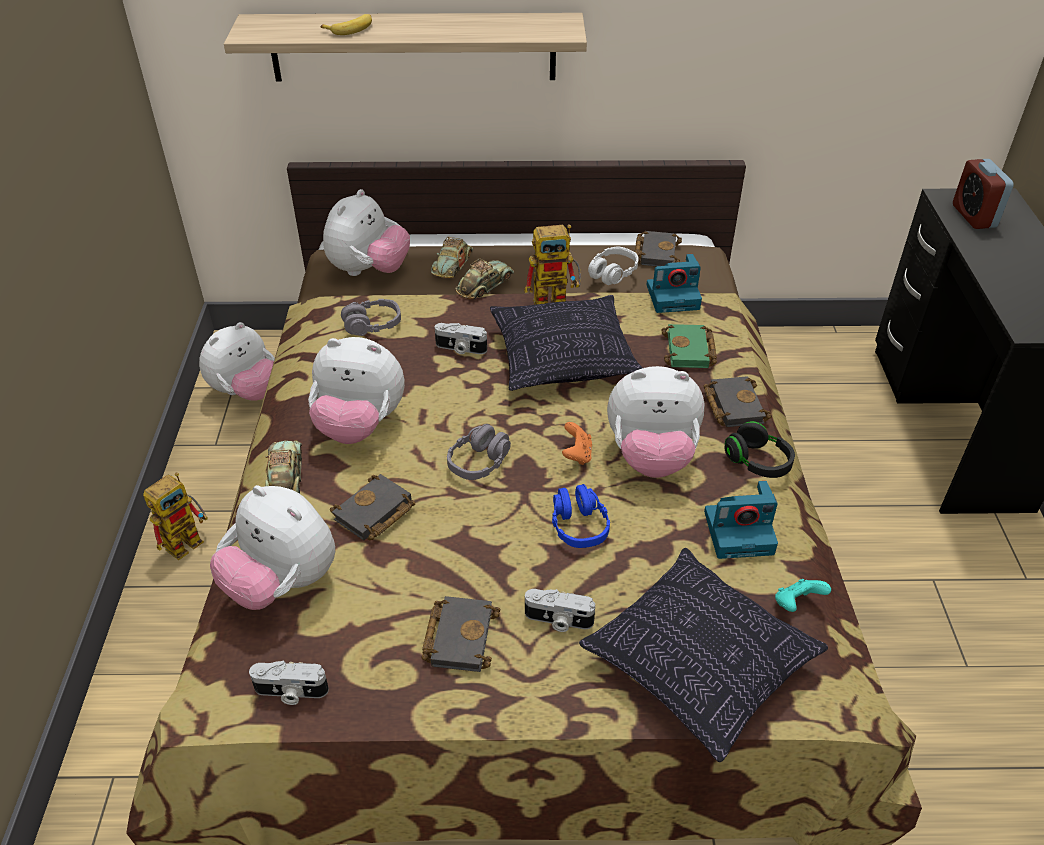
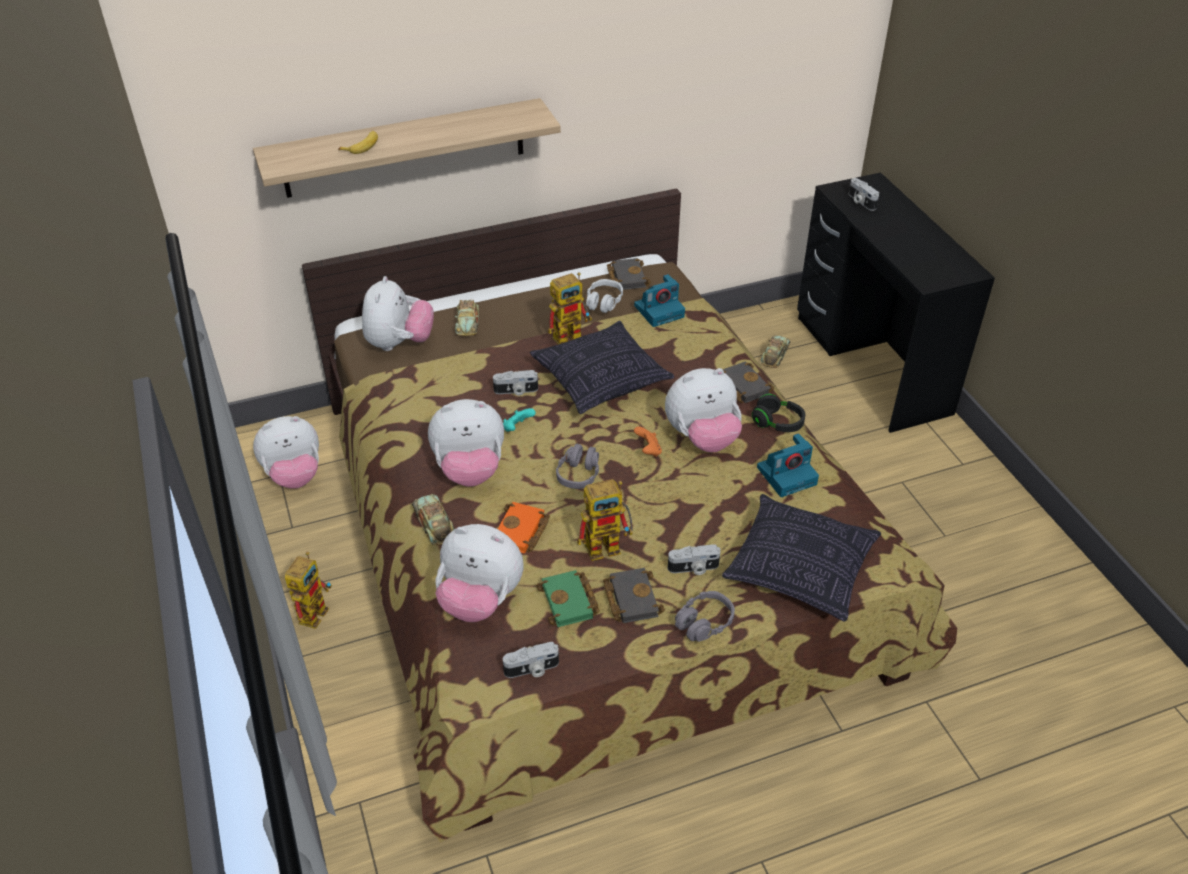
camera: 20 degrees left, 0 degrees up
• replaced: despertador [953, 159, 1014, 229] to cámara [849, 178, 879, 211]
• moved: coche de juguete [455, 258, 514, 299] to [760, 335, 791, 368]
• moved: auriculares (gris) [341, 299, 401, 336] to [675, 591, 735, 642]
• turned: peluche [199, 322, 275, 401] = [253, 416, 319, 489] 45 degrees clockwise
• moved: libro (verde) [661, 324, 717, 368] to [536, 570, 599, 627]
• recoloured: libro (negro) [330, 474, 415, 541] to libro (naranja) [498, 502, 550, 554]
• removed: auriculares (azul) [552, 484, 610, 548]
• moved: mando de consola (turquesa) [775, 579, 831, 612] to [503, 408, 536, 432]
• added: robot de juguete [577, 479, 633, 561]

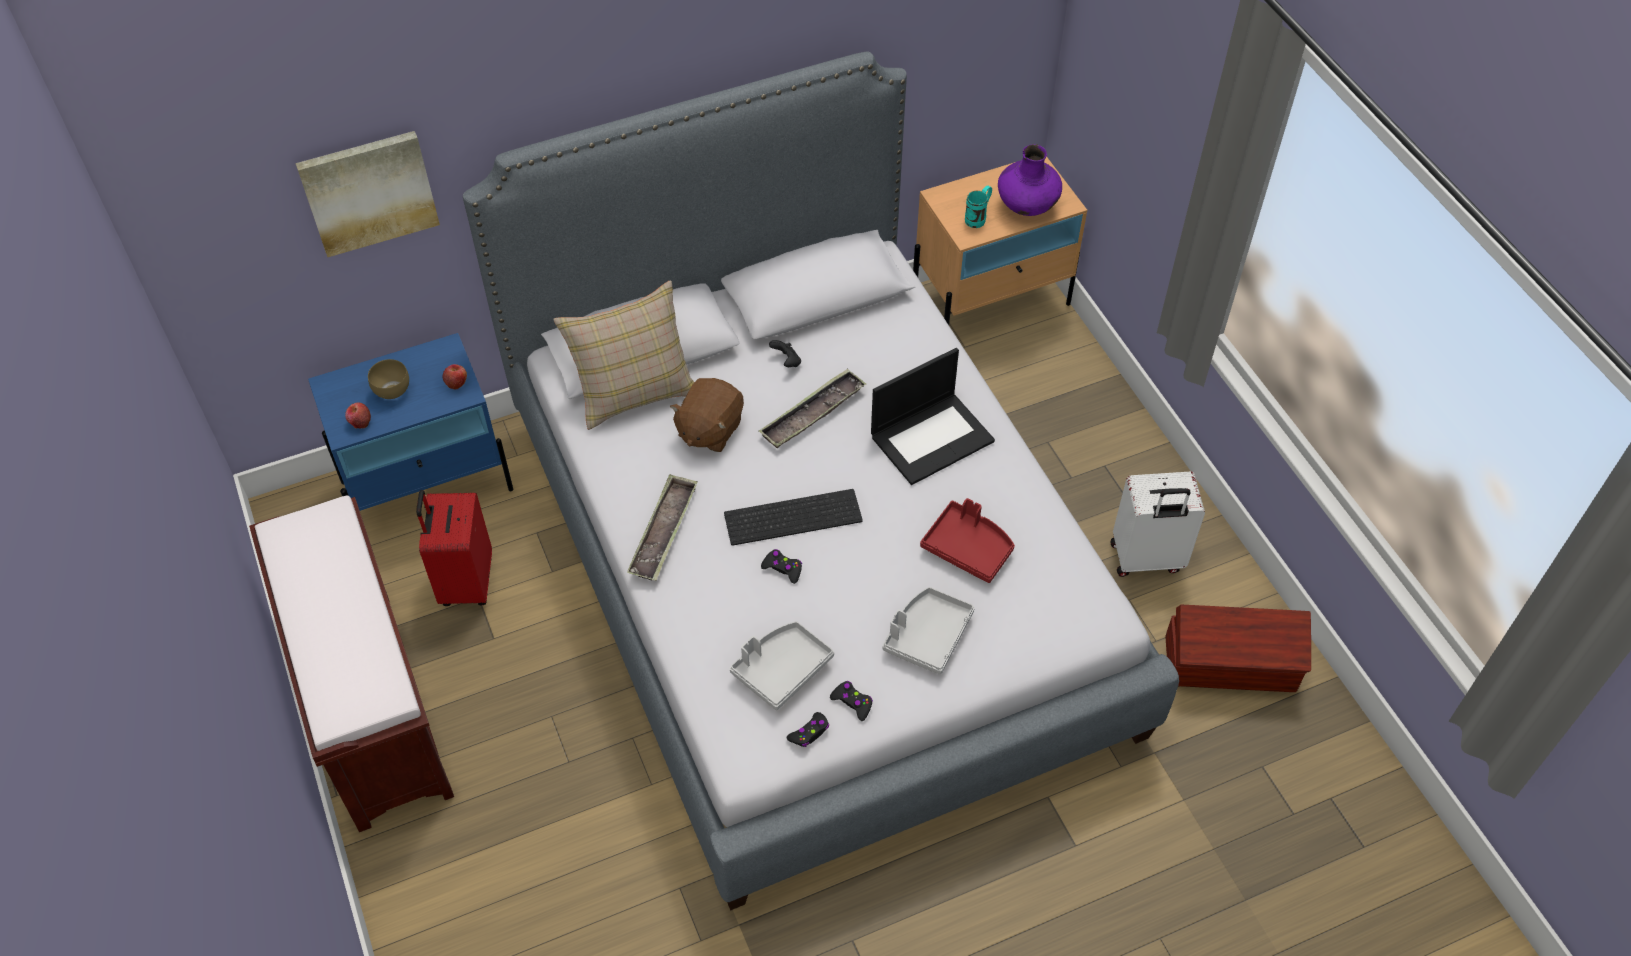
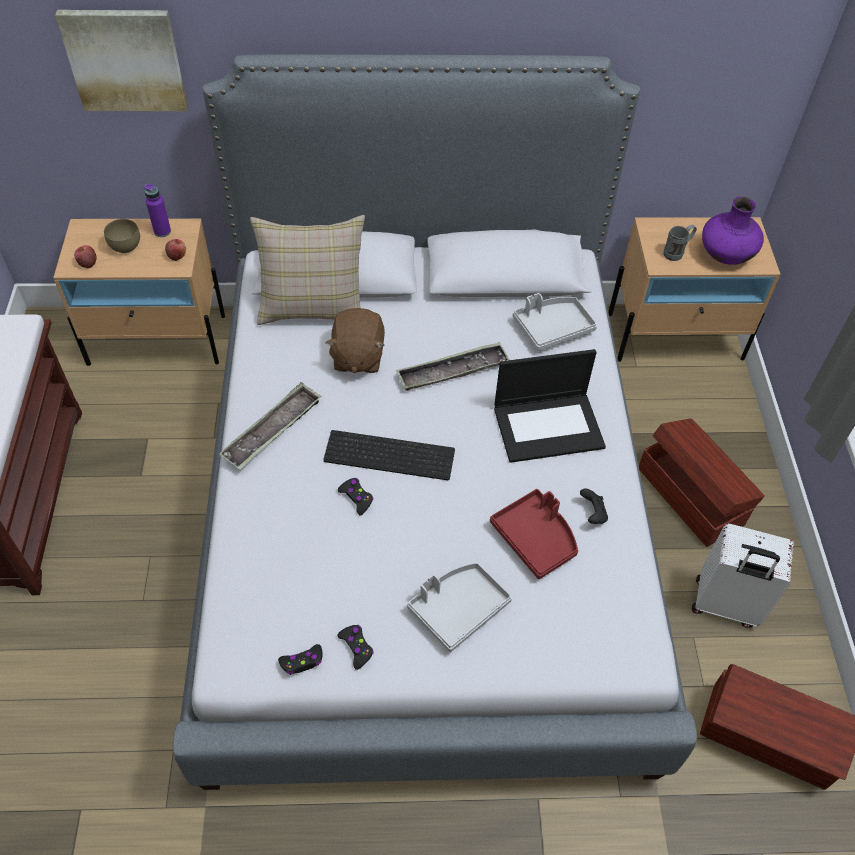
camera: 20 degrees right, 0 degrees up
• recoloured: taza grande (turquesa) [965, 186, 992, 228] to taza grande (gris) [664, 225, 697, 261]
• recoloured: mesita de noche (azul) [308, 333, 513, 511] to mesita de noche (beis) [53, 219, 225, 366]
• moved: mando de consola (negro) [769, 340, 801, 367] to [580, 488, 608, 524]
• turned: peluche (marrón) [670, 378, 744, 452] = [326, 308, 385, 373] 45 degrees counterclockwise
• removed: maleta (rojo) [416, 490, 492, 606]
• moved: bandeja (gris) [729, 621, 834, 710] to [513, 293, 597, 351]
• added: botella (morado) [144, 184, 171, 237]
• added: caja de almacenaje (marrón) [639, 418, 765, 547]

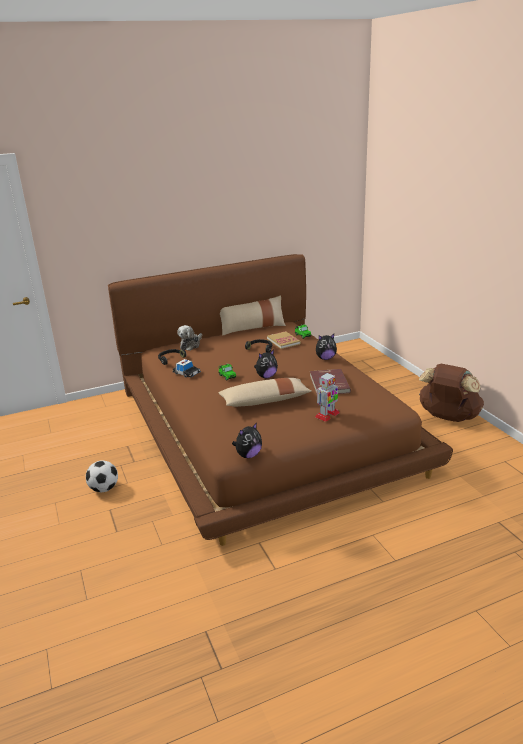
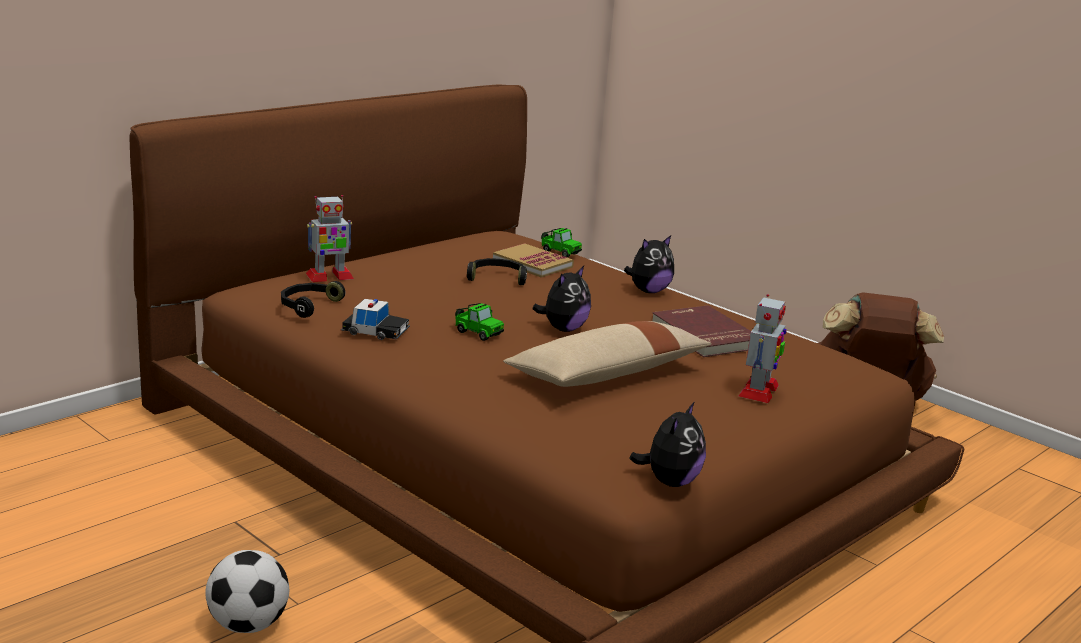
camera: 25 degrees left, 5 degrees down
• removed: cojín (beis) [220, 296, 286, 336]
• replaced: peluche [177, 325, 202, 351] to robot de juguete [306, 195, 354, 282]

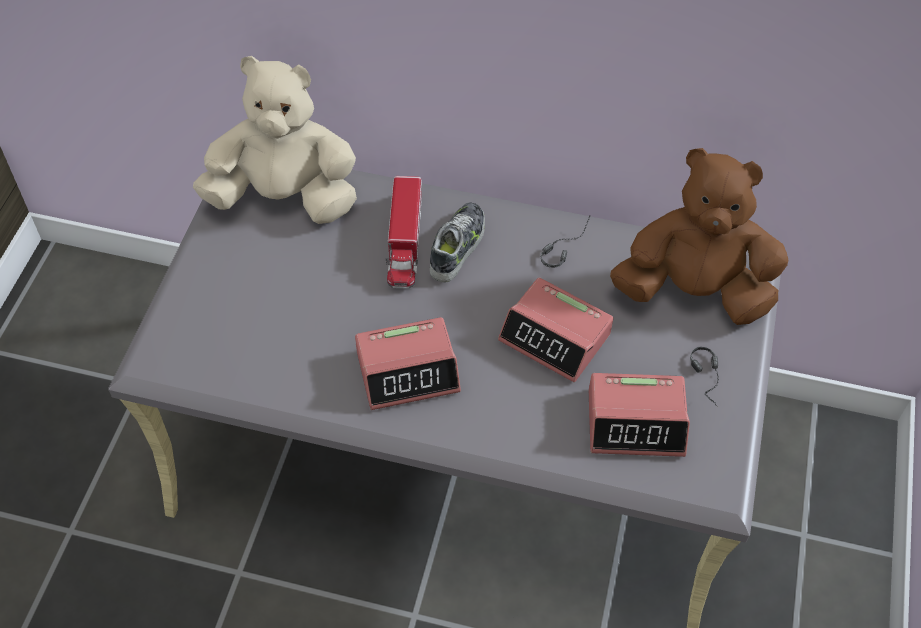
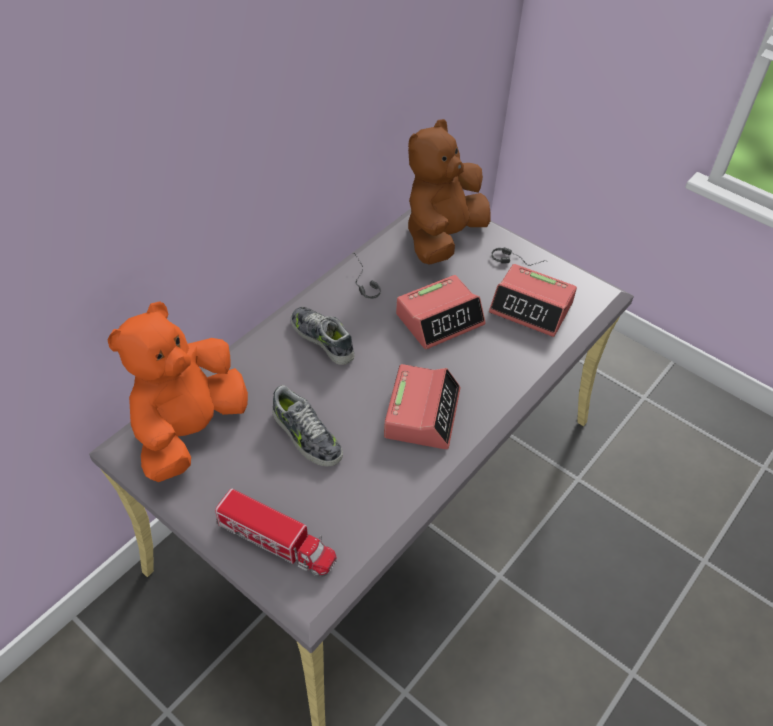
camera: 65 degrees left, 5 degrees down
• recoloured: peluche (beis) [193, 56, 357, 224] to peluche (naranja) [107, 301, 248, 482]
• moved: camión de juguete [386, 176, 422, 289] to [215, 488, 337, 577]
• turned: despertador [589, 373, 690, 457] = [489, 264, 577, 337] 90 degrees clockwise
• added: zapato [272, 385, 343, 466]

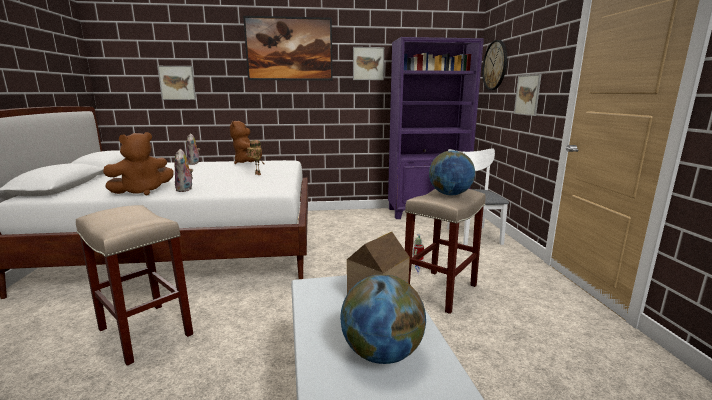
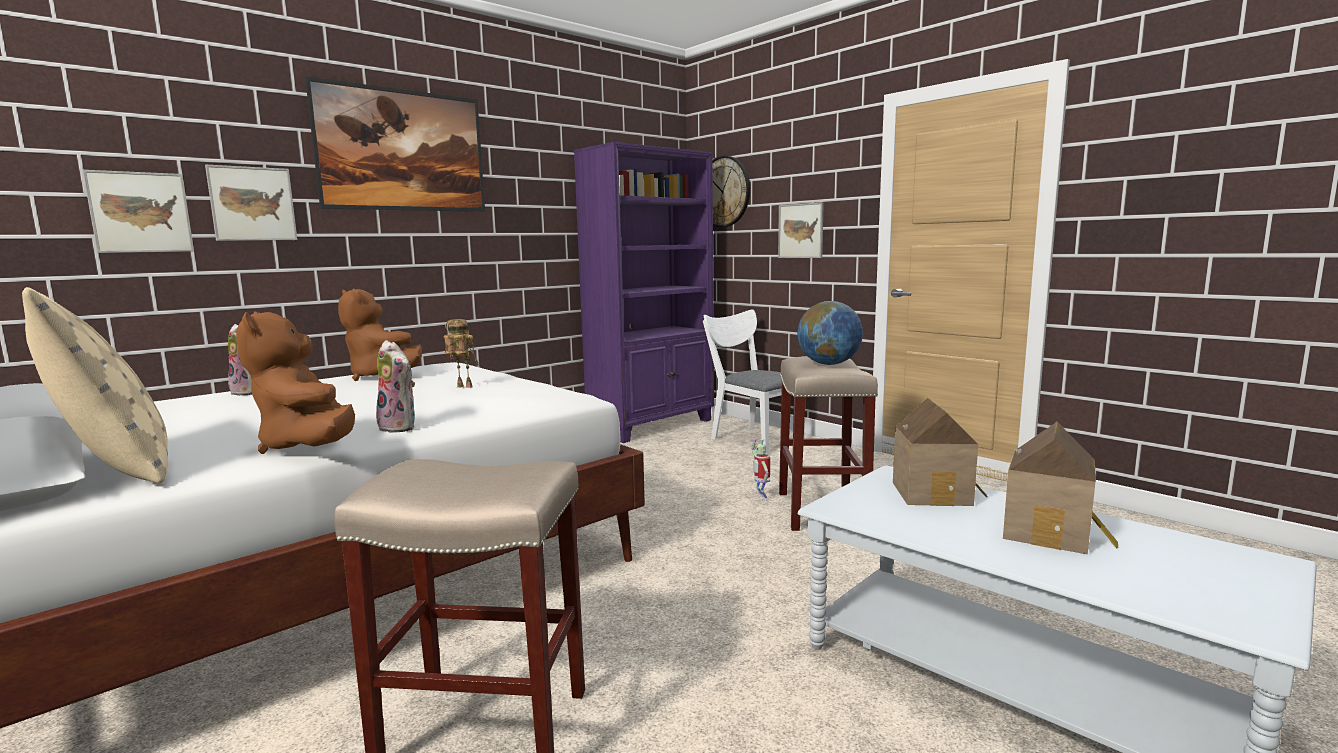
camera: 35 degrees left, 5 degrees down
• moved: cuadro [353, 47, 384, 80] to [205, 165, 297, 241]
• turned: peluche (marrón) [103, 132, 174, 195] = [236, 311, 355, 454] 135 degrees clockwise
• replaced: globo terráqueo [340, 274, 426, 364] to casita [1003, 422, 1119, 554]
• added: cojín (beis) [22, 287, 168, 484]

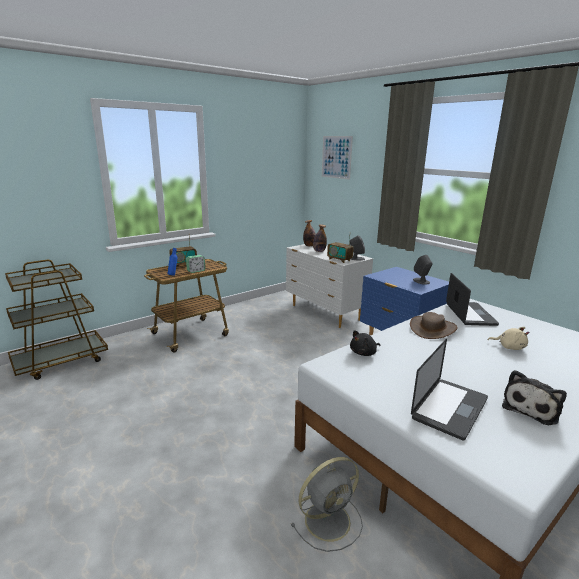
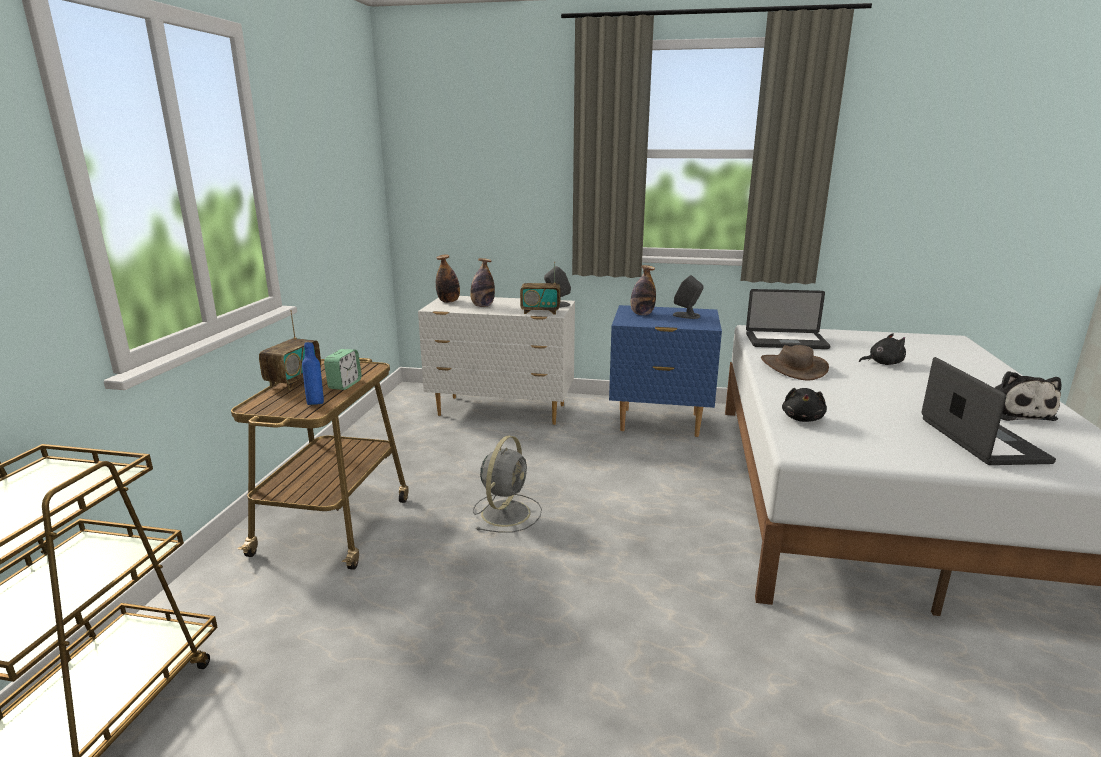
camera: 40 degrees left, 0 degrees up
• removed: cuadro [322, 136, 353, 180]
• turned: portátil [446, 273, 499, 326] = [746, 289, 831, 349] 135 degrees clockwise
• recoloured: peluche (beis) [488, 327, 530, 350] to peluche (negro) [859, 333, 906, 365]
• moved: ventilador (gris) [291, 457, 363, 552] to [473, 436, 542, 533]
• added: botella [631, 265, 656, 315]

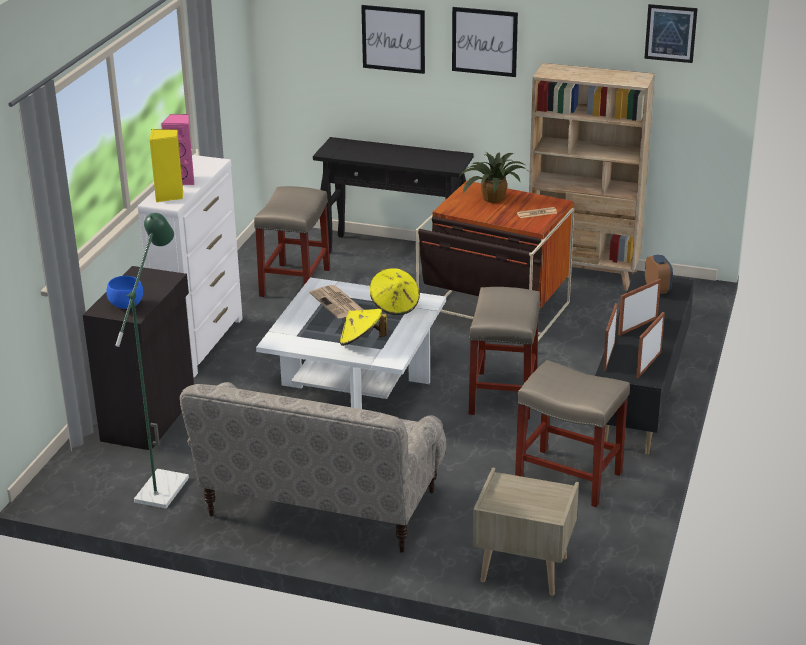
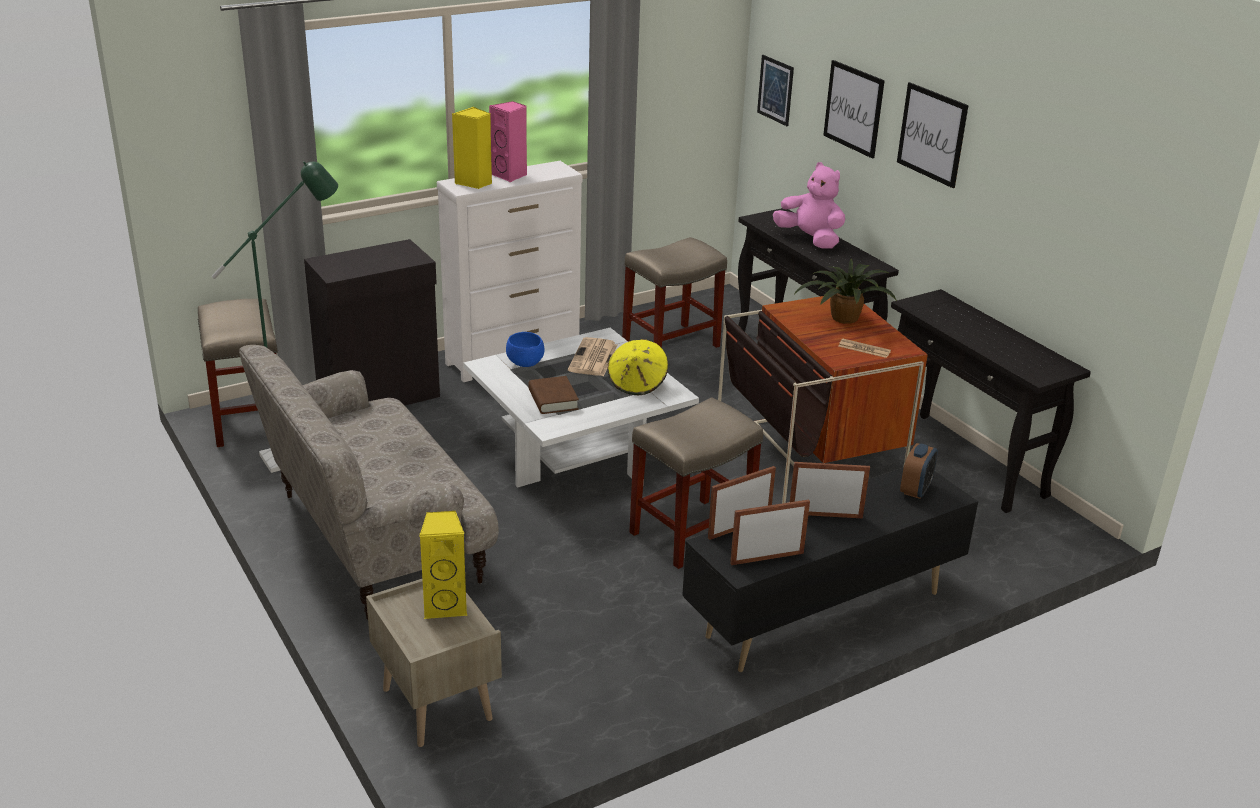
camera: 40 degrees right, 0 degrees up
• moved: cuadro [644, 4, 698, 63] to [757, 55, 794, 126]
• replaced: estantería (beis) [529, 63, 655, 291] to mesa consola (negro) [891, 289, 1091, 513]
• moved: cuenco (azul) [107, 276, 143, 309] to [506, 332, 545, 367]
• replaced: sombrero (amarillo) [340, 309, 387, 346] to libro (marrón) [528, 376, 579, 414]
• moved: taburete (beis) [515, 360, 630, 507] to [198, 299, 278, 447]
• added: peluche (rosa) [773, 162, 845, 248]
• added: altavoz (amarillo) [419, 511, 468, 619]

